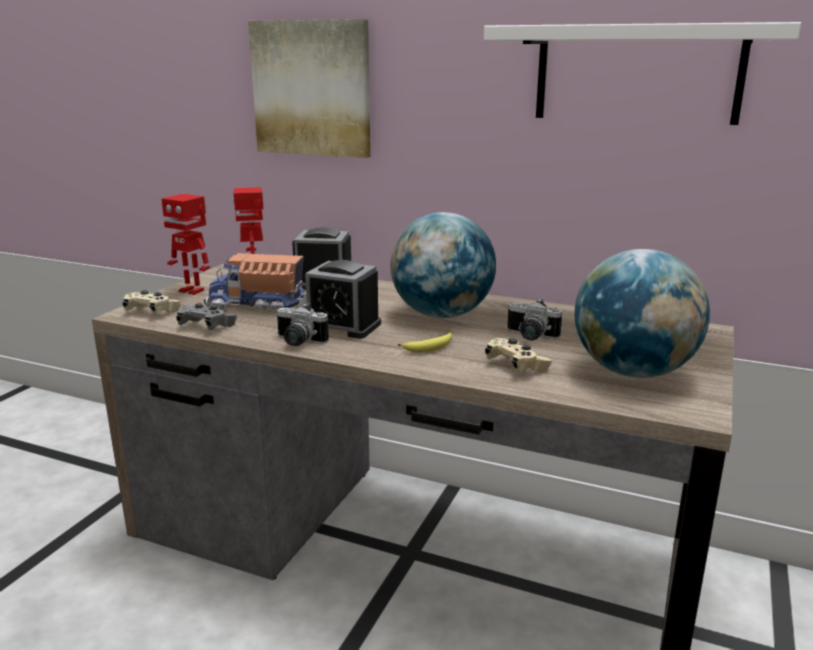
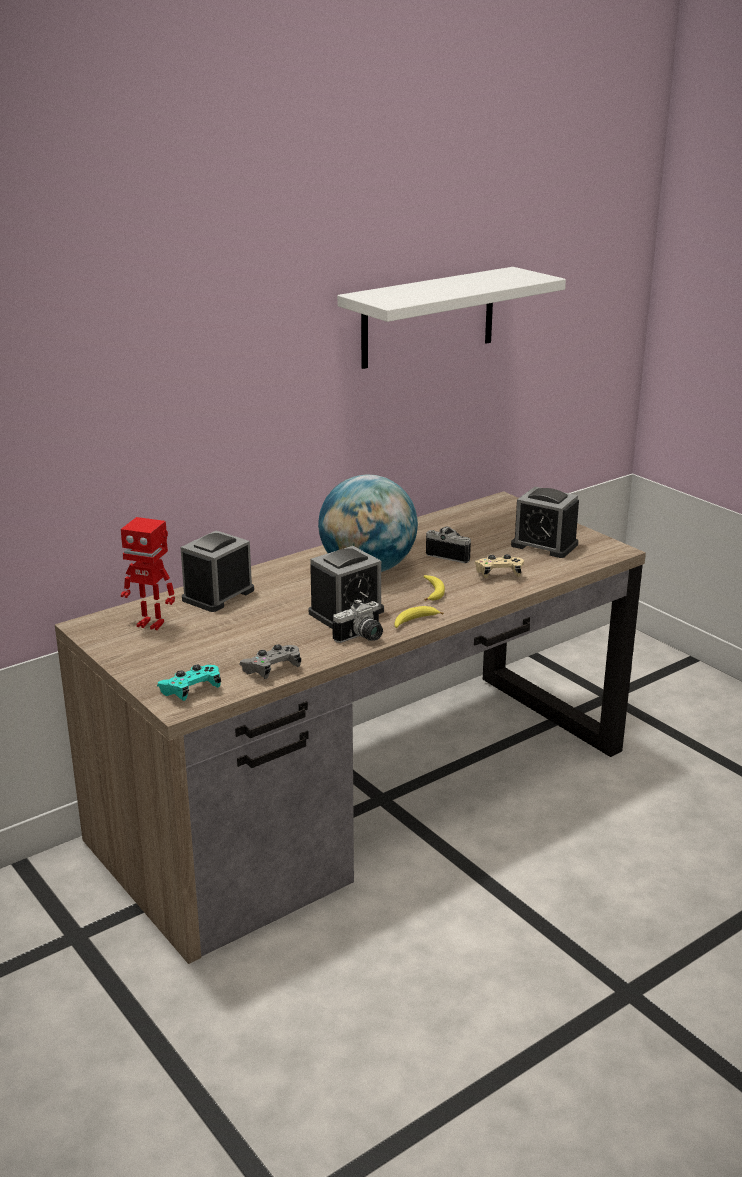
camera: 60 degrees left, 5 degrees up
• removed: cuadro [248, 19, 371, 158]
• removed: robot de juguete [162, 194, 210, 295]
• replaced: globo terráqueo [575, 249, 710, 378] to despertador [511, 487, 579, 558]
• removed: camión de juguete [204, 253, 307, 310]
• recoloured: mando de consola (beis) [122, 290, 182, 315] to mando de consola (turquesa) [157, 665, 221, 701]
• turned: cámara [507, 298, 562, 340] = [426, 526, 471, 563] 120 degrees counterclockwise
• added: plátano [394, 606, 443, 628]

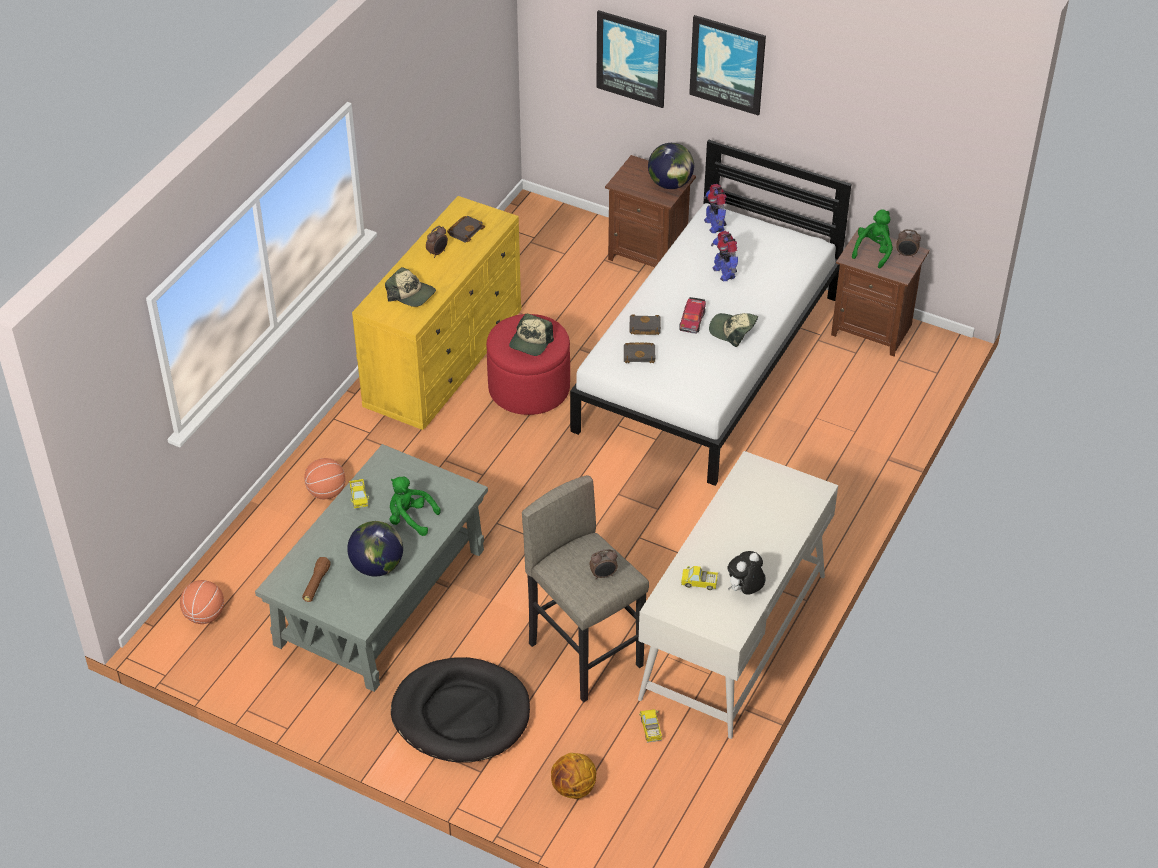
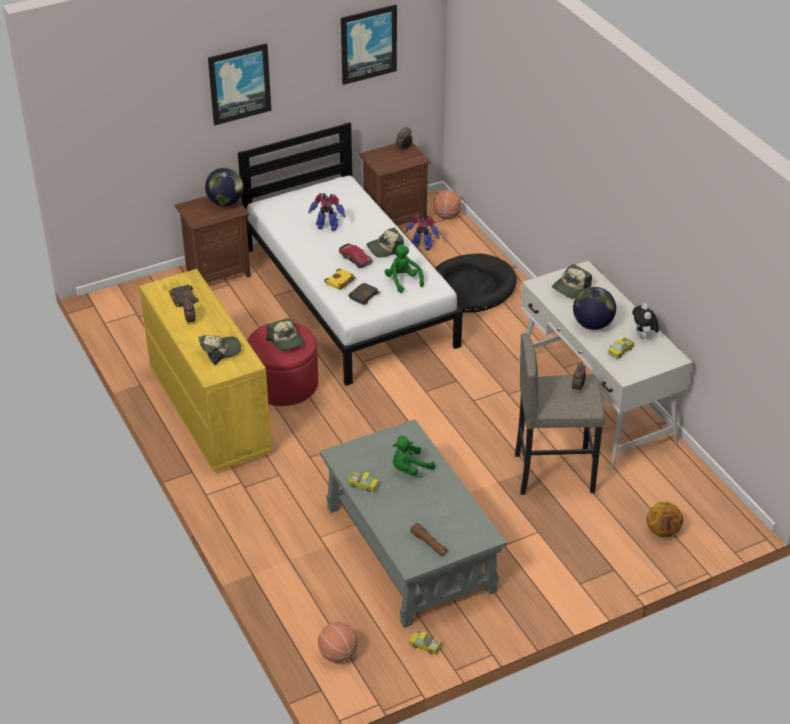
camera: 55 degrees left, 5 degrees down
• moved: cuadro [596, 10, 667, 108] to [341, 4, 397, 85]
• moved: robot de juguete [704, 184, 727, 233] to [405, 214, 440, 250]
• moved: peluche (verde) [852, 209, 893, 268] to [385, 244, 424, 293]
• recoloured: libro (negro) [629, 314, 661, 335] to libro (amarillo) [324, 269, 356, 290]
• moved: balón de baloncesto [304, 458, 345, 499] to [433, 190, 461, 219]
• moved: globo terráqueo [347, 521, 403, 577] to [573, 287, 616, 330]
• moved: cama para perro (negro) [391, 657, 530, 763] to [435, 254, 517, 313]
• moved: camión de juguete [639, 709, 662, 743] to [409, 630, 442, 654]
• added: gorra [552, 264, 592, 298]

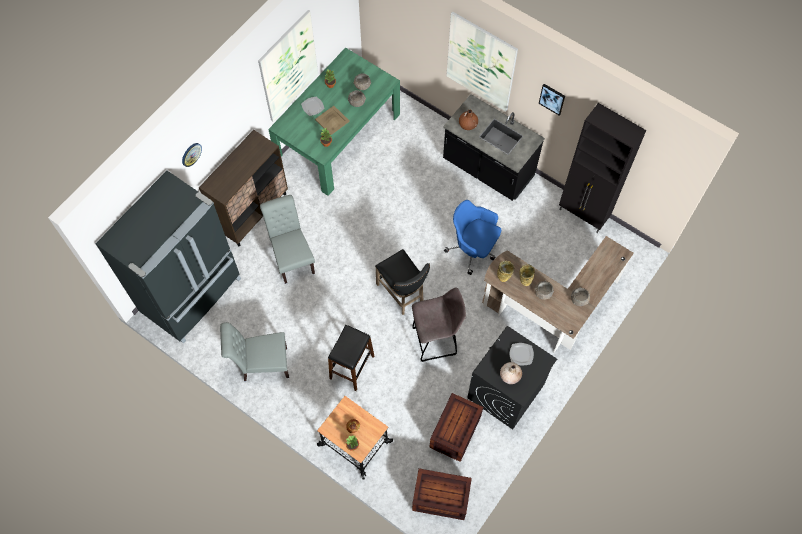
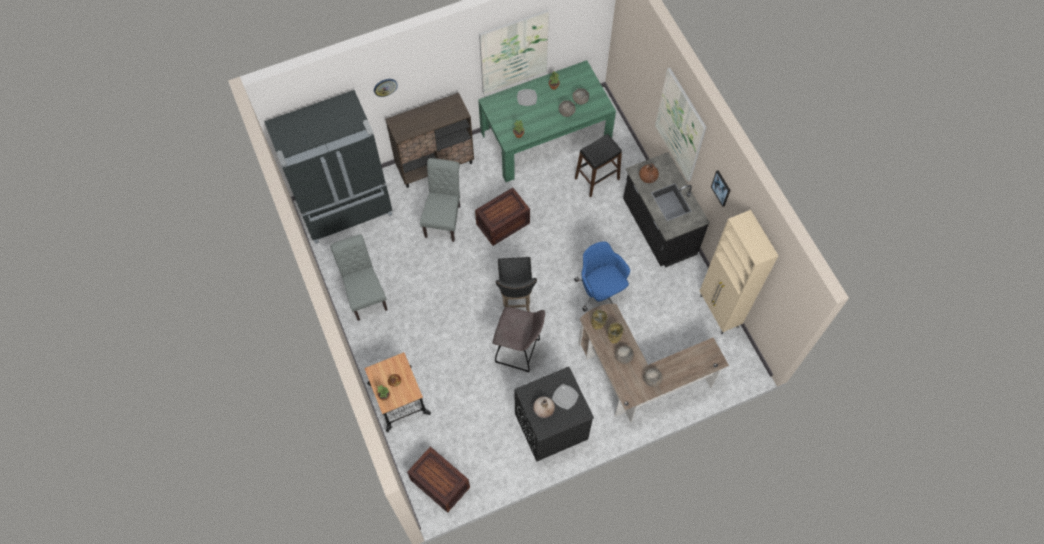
camera: 30 degrees right, 0 degrees up
• recoloured: armario (negro) [559, 103, 646, 233] to armario (beis) [700, 210, 779, 334]
• removed: bandeja (beis) [315, 106, 350, 135]
• turned: silla (gris) [220, 322, 289, 381] = [330, 234, 388, 321] 45 degrees clockwise
• moved: taburete (negro) [328, 325, 374, 391] to [575, 134, 622, 197]
• moved: caja de embalaje [429, 393, 483, 462] to [475, 187, 530, 246]

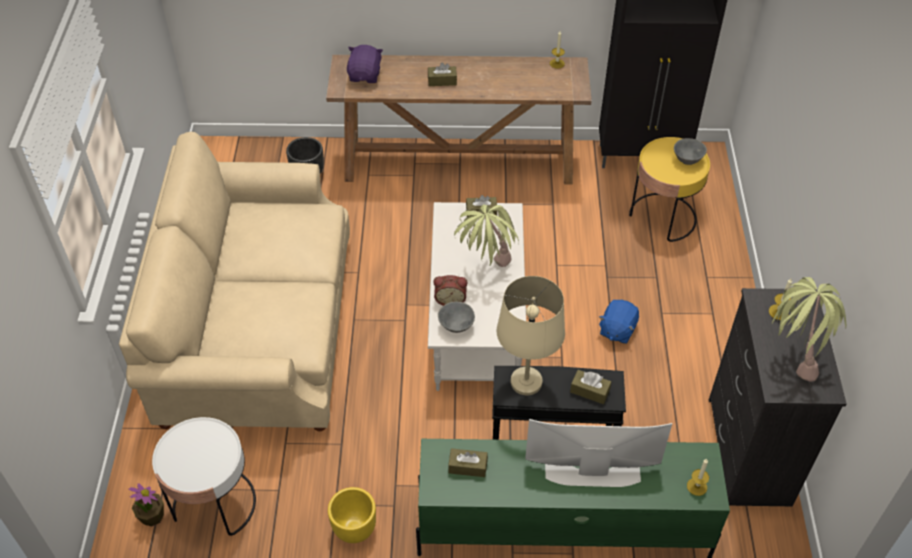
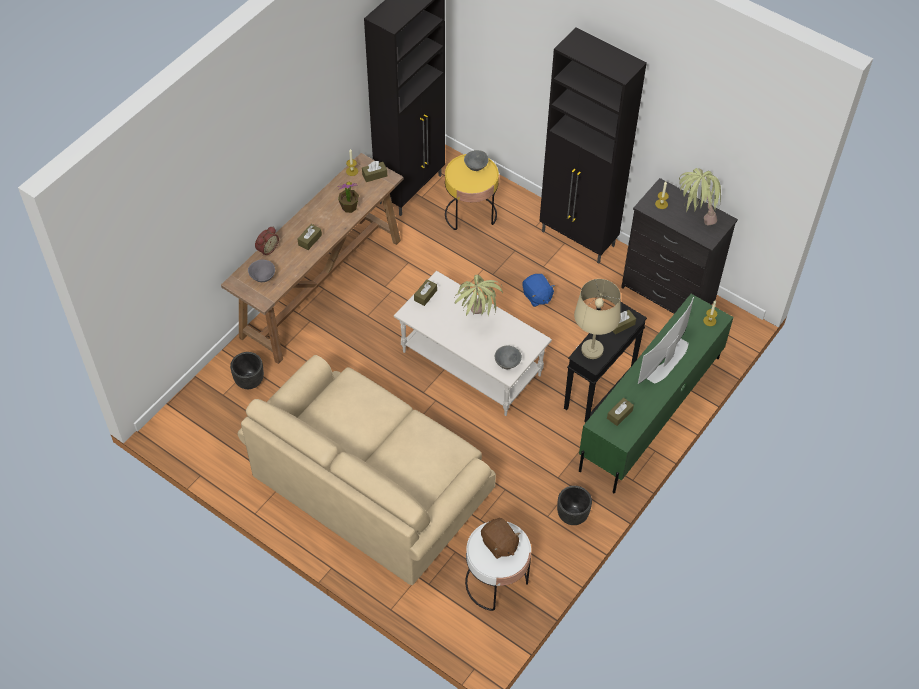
camera: 55 degrees left, 5 degrees up
• replaced: peluche (morado) [347, 45, 383, 83] to cuenco (gris) [248, 260, 275, 282]
• moved: despertador [433, 275, 467, 306] to [255, 227, 279, 256]
• moved: planta en maceta [128, 484, 164, 526] to [338, 182, 359, 213]
• recoloured: maceta (amarillo) [328, 487, 376, 543] to maceta (negro) [557, 486, 592, 525]
• added: armario (negro) [539, 27, 647, 264]
• added: caja de pañuelos (marrón) [362, 161, 387, 182]
• added: peluche (marrón) [481, 518, 520, 559]

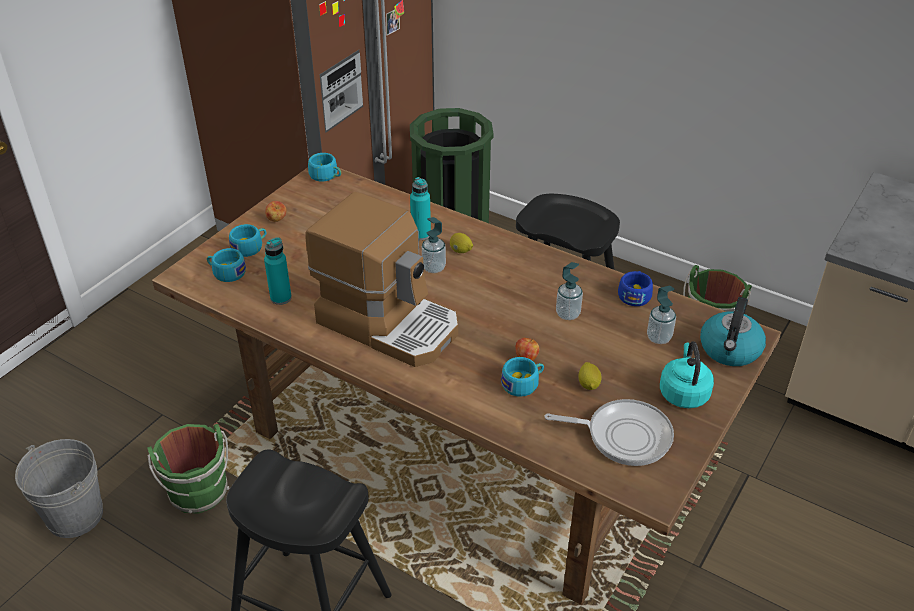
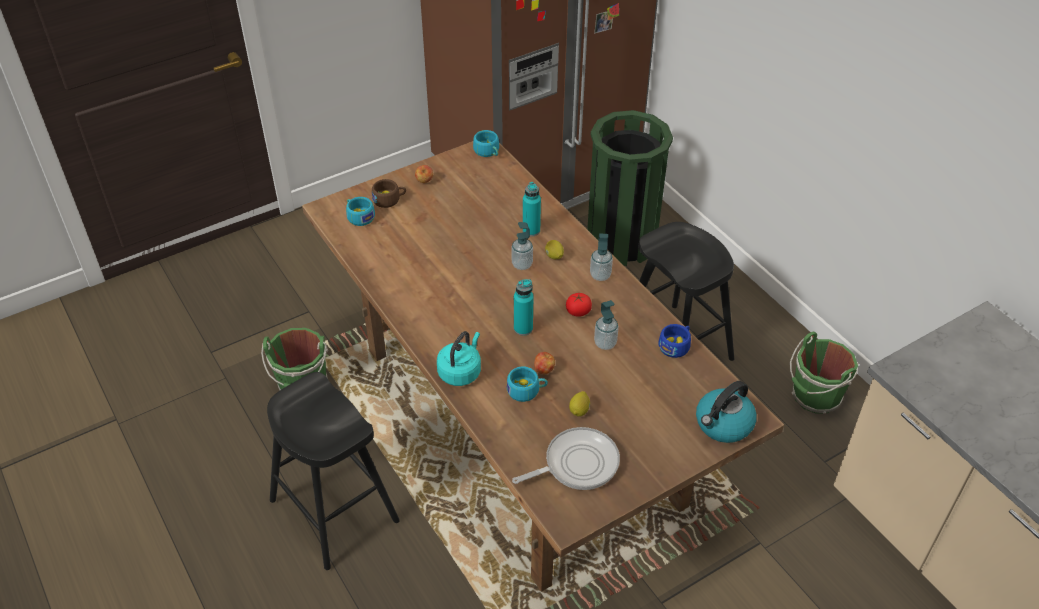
camera: 25 degrees right, 5 degrees up
• removed: cafetera [305, 192, 458, 367]
• recoloured: taza (turquesa) [229, 224, 266, 257] to taza (marrón) [372, 179, 406, 208]
• moved: botella (turquesa) [264, 237, 292, 305] to [514, 279, 533, 336]
• moved: dispensador de jabón [647, 286, 676, 344] to [590, 233, 613, 281]
• moved: hervidor (turquesa) [660, 341, 714, 408] to [437, 331, 481, 386]
• turned: sartén [545, 399, 674, 466] = [512, 427, 620, 490] 60 degrees counterclockwise
• removed: cubo (gris) [15, 439, 103, 538]
• added: tomate [566, 293, 592, 317]

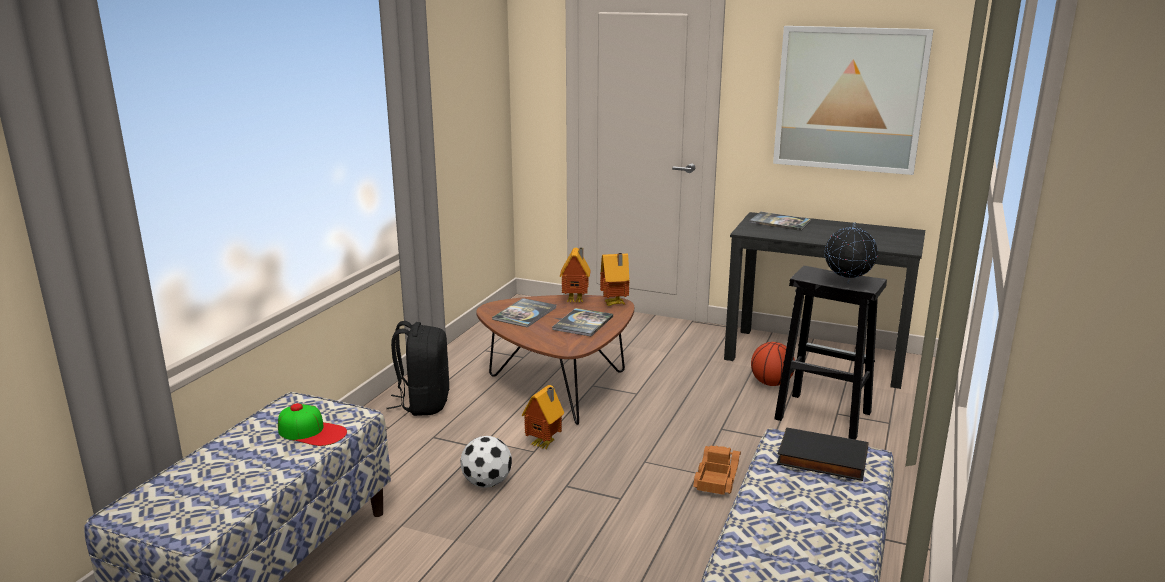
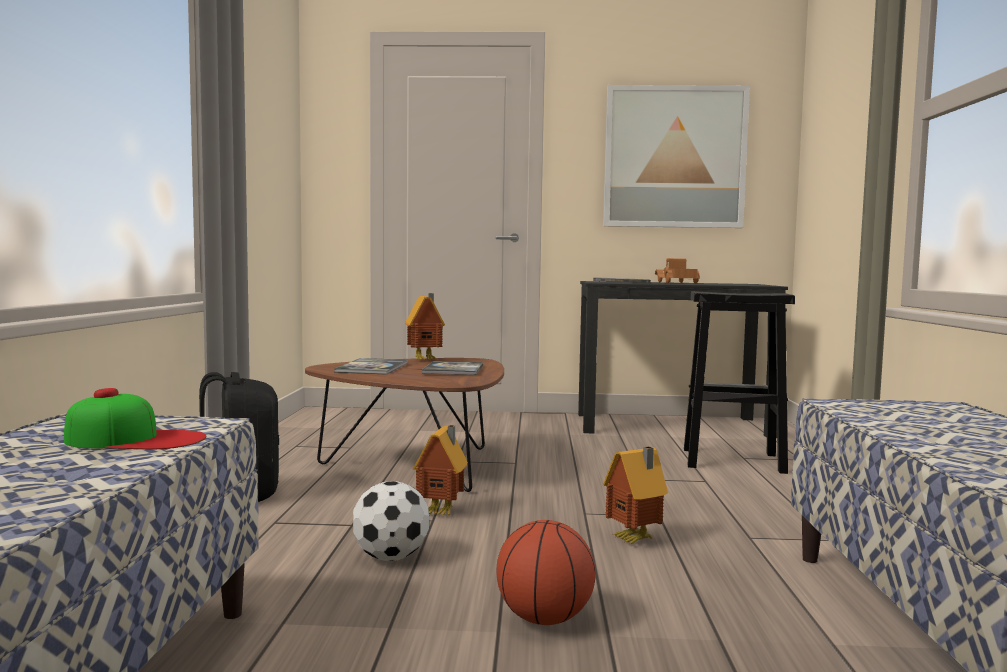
camera: 20 degrees left, 15 degrees down
• removed: globo terráqueo [825, 222, 878, 284]
• moved: casita [600, 253, 629, 306] to [603, 446, 668, 544]
• moved: balón de baloncesto [751, 342, 795, 386] to [496, 520, 595, 625]
• removed: libro (negro) [777, 427, 869, 481]
• moved: camión de juguete [693, 445, 741, 495] to [655, 258, 700, 284]

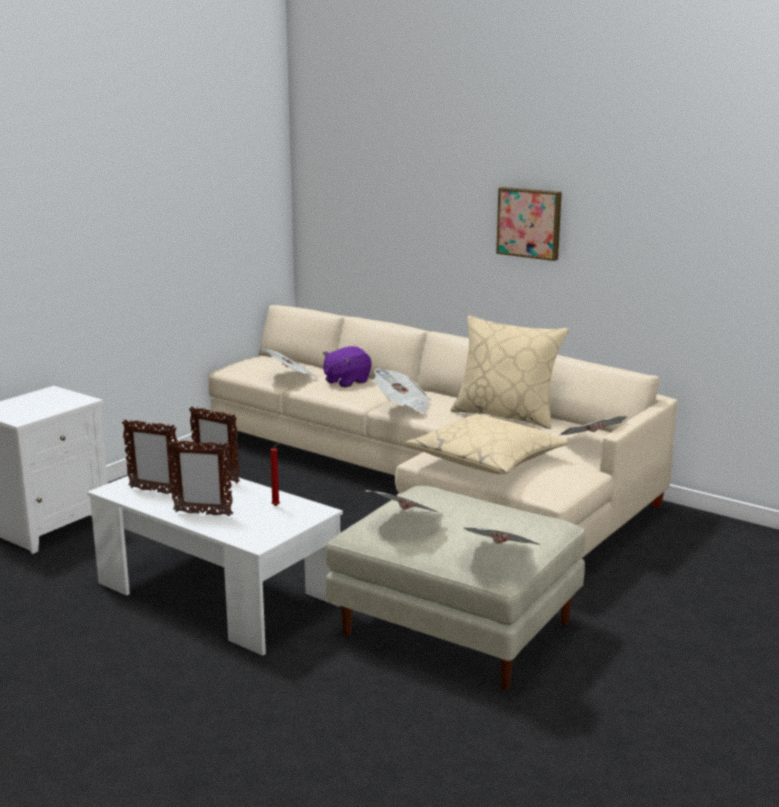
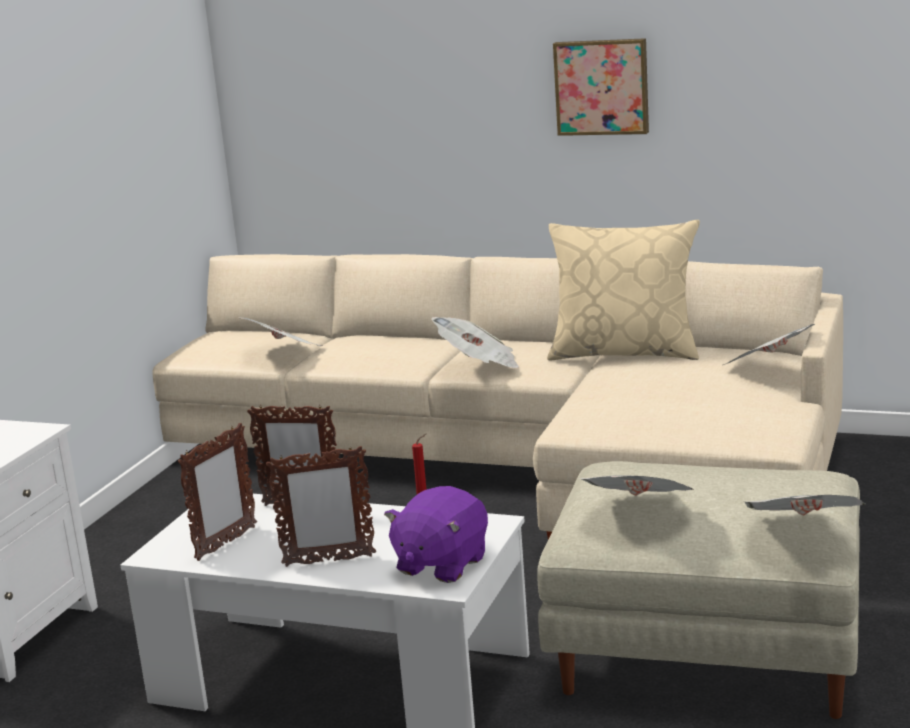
camera: 15 degrees left, 0 degrees up
• moved: peluche (morado) [323, 346, 372, 388] to [384, 486, 488, 583]
• removed: cojín (beis) [406, 414, 569, 474]
• turned: portarretratos [122, 419, 178, 494] = [178, 423, 257, 561] 60 degrees counterclockwise

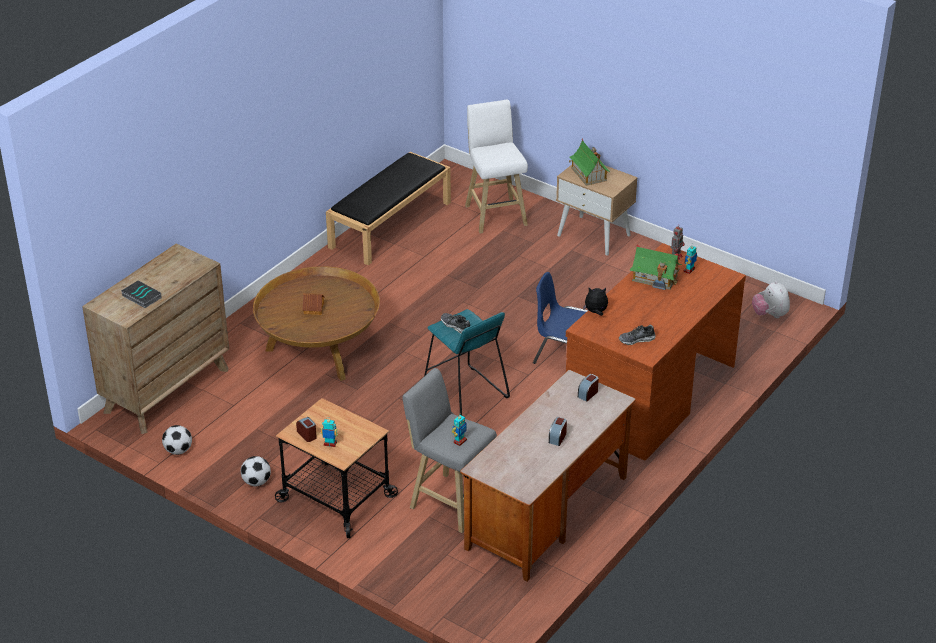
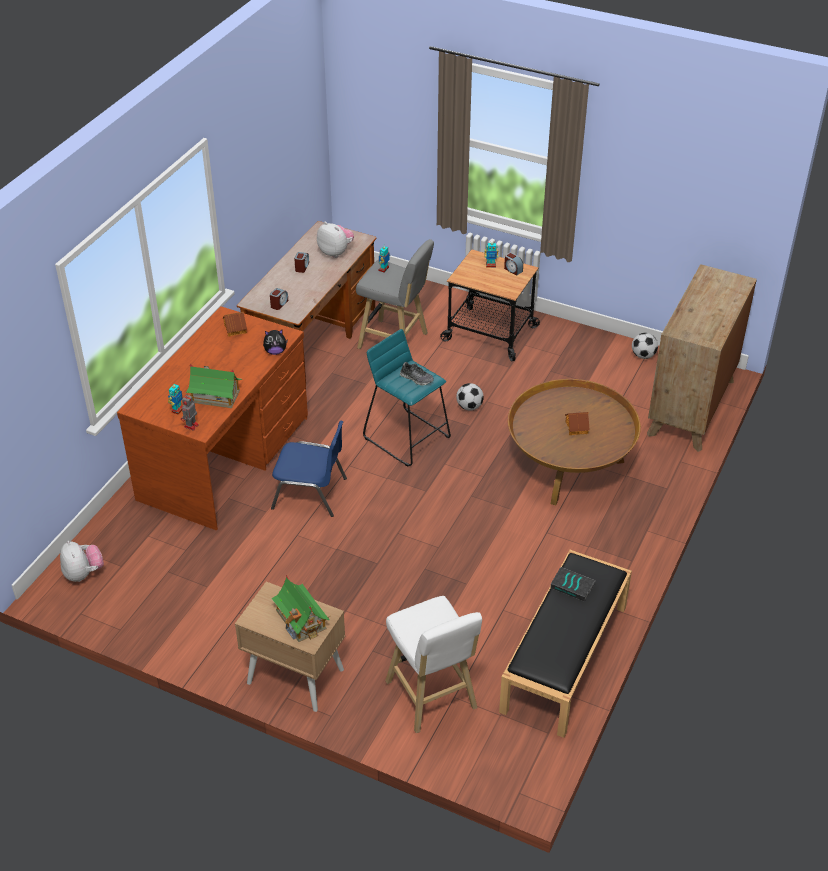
camera: 170 degrees right, 5 degrees up
• moved: libro [121, 280, 162, 308] to [551, 567, 596, 602]
• replaced: zapato [619, 325, 656, 345] to casita [223, 312, 247, 336]
• moved: balón de fútbol [241, 456, 271, 486] to [456, 383, 484, 411]
• added: peluche [317, 222, 354, 258]

